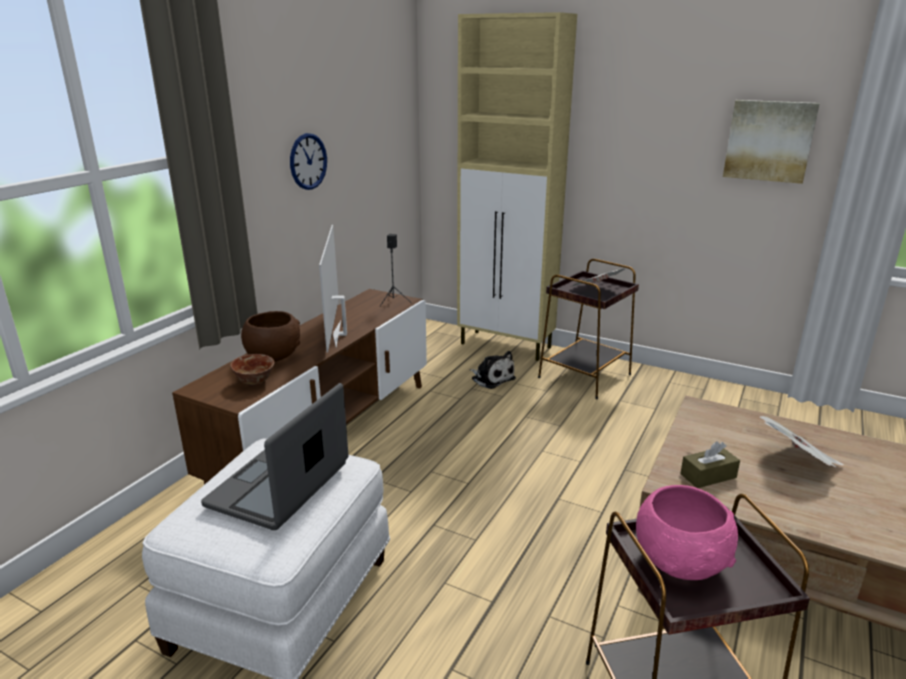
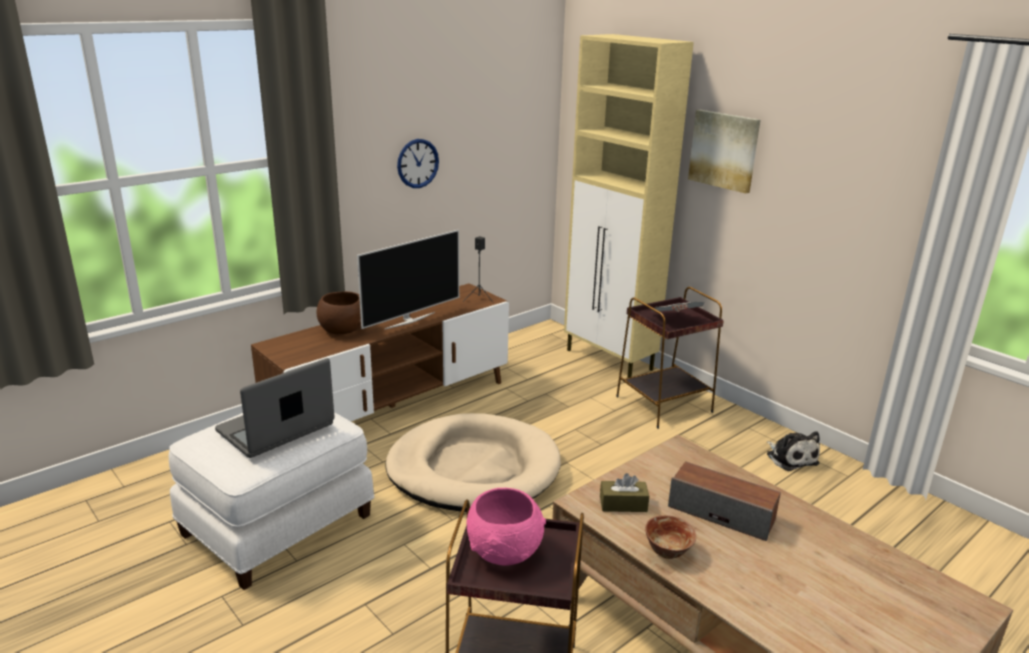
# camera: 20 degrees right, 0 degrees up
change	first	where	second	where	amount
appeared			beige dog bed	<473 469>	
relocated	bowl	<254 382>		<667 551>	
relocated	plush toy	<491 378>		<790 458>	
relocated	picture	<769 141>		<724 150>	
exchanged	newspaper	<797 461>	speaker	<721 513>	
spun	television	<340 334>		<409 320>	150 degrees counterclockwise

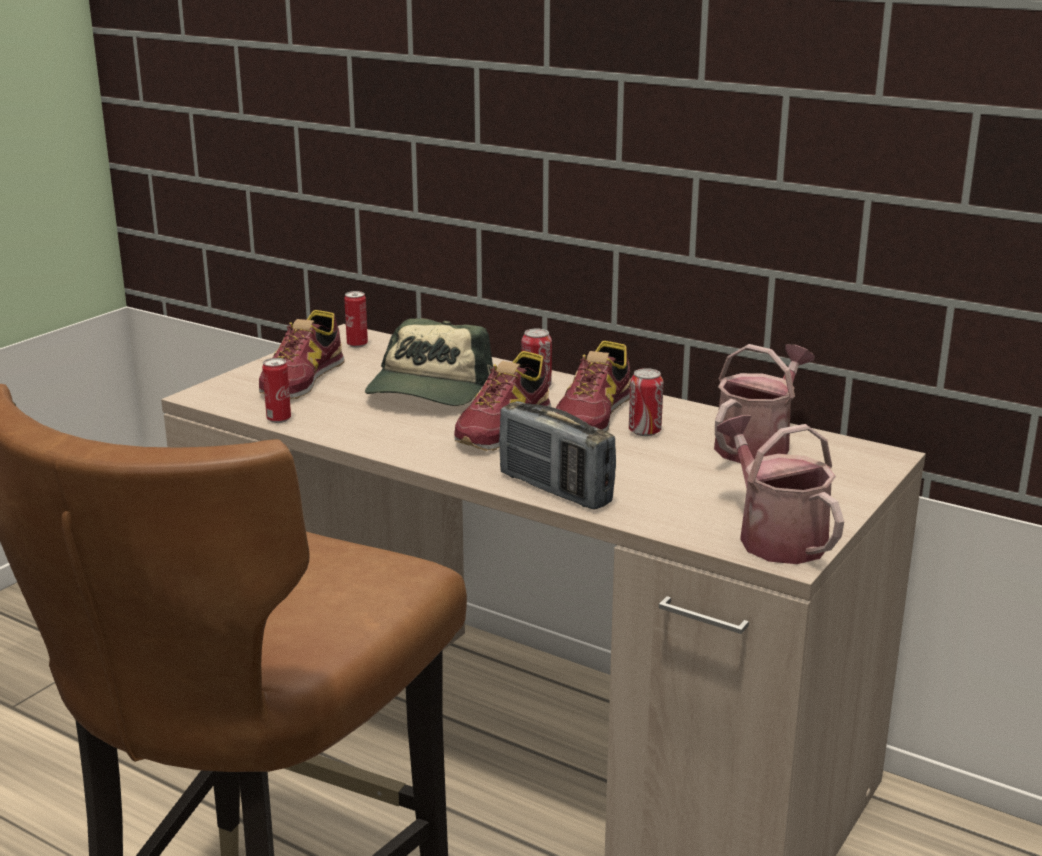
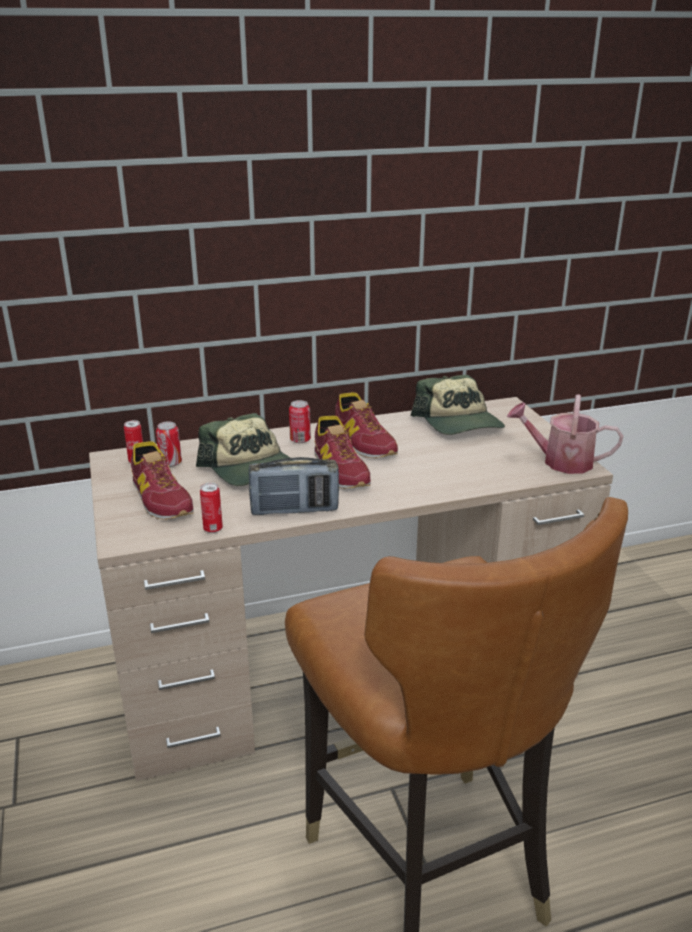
# camera: 50 degrees left, 5 degrees up
change	first	where	second	where	amount
relocated	radio	<555 489>		<294 510>	
relocated	can	<644 431>		<170 463>	
exchanged	watering can	<757 445>	cap	<459 423>	

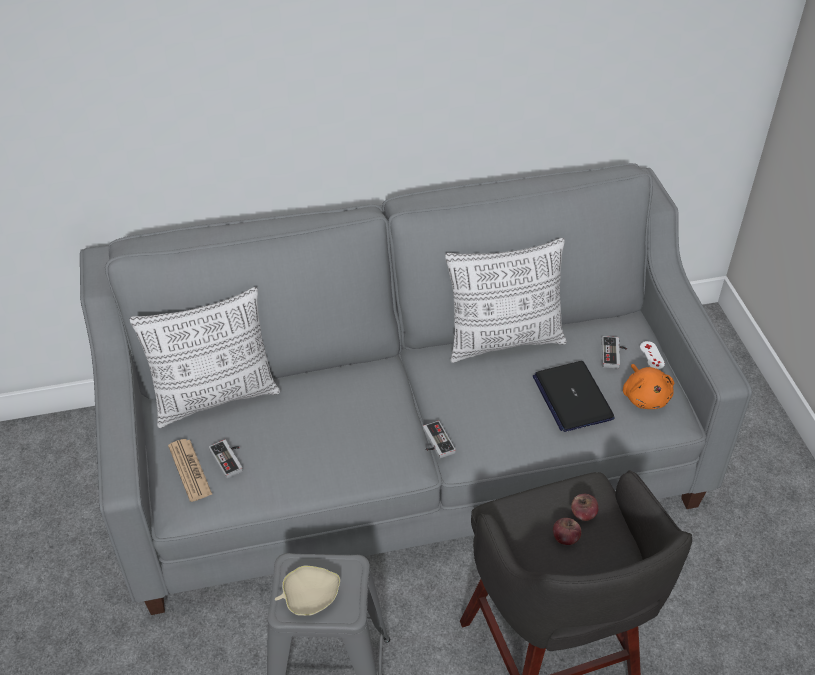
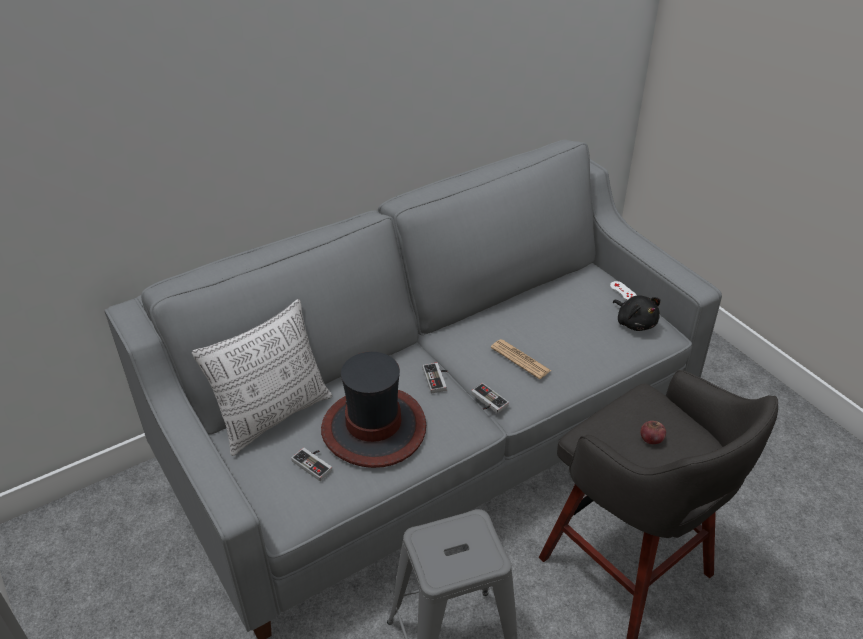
# camera: 20 degrees left, 5 degrees down
change	first	where	second	where	amount
missing	beige bowl	<309 598>			
missing	pillow	<504 341>			
missing	laptop	<572 397>			
missing	apple	<583 514>			
appeared			hat	<374 428>	
relocated	newspaper	<190 470>		<520 359>	
relocated	game controller	<614 354>		<438 379>	
colour	orange plush toy	<645 396>	black plush toy	<635 322>	

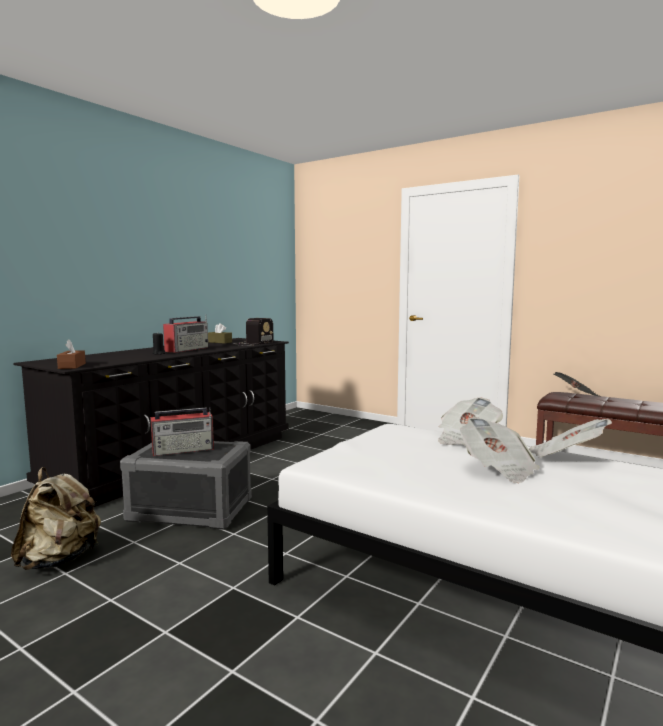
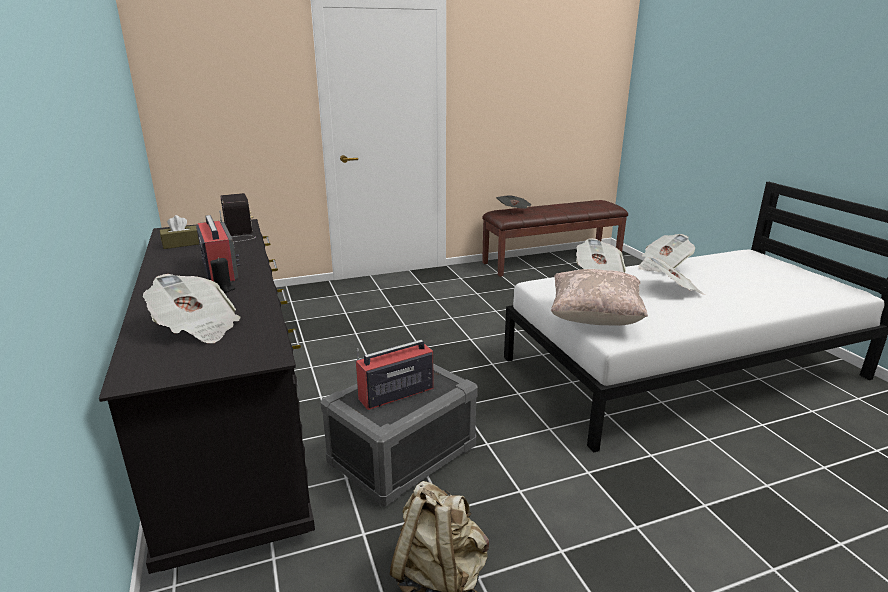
# camera: 55 degrees left, 15 degrees up
change	first	where	second	where	amount
missing	brown tissue box	<72 366>			
appeared			newspaper	<197 328>	
appeared			beige pillow	<594 319>	
spun	radio	<184 450>		<395 393>	135 degrees counterclockwise

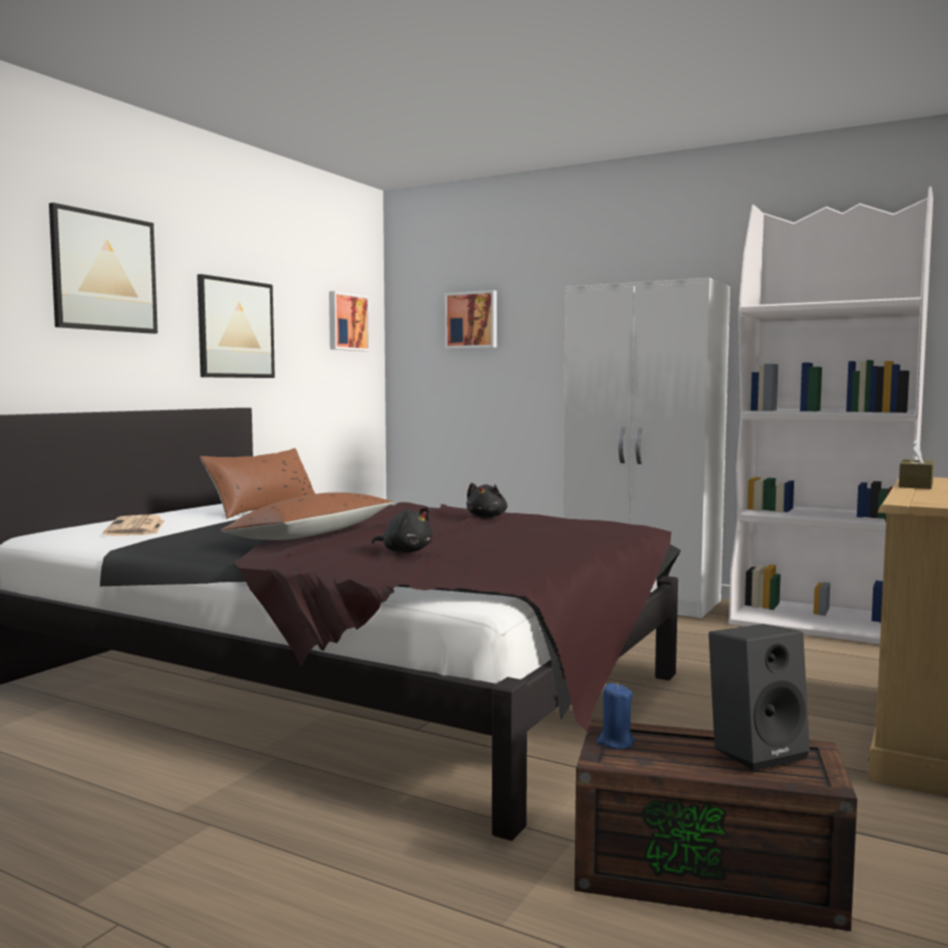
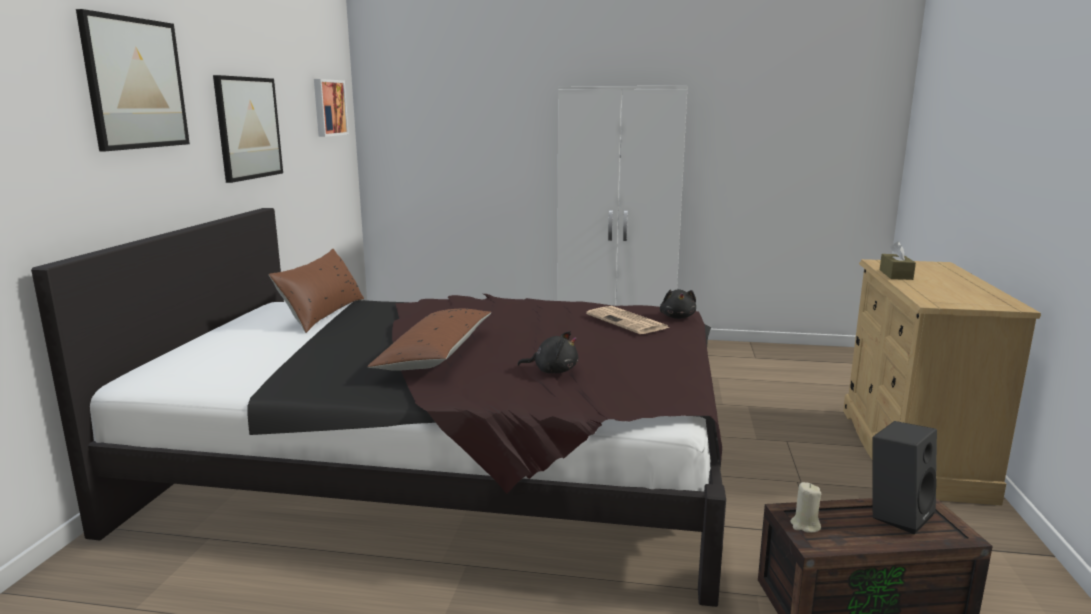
# camera: 20 degrees left, 10 degrees up
change	first	where	second	where	amount
missing	picture	<472 320>			
missing	white bookcase	<821 624>			
relocated	newspaper	<136 528>		<628 321>	
relocated	black plush toy	<487 517>		<677 317>	
colour	blue candle	<615 742>	beige candle	<805 525>	

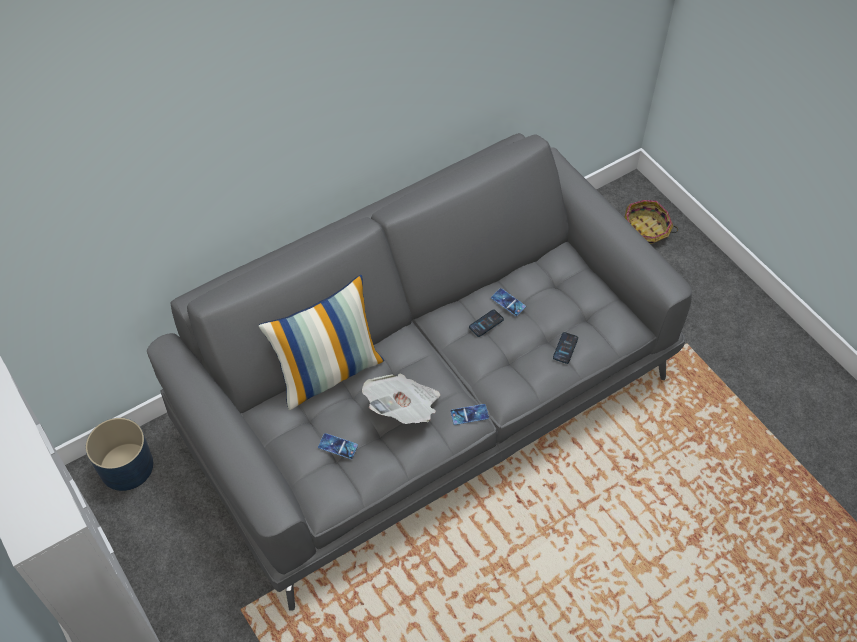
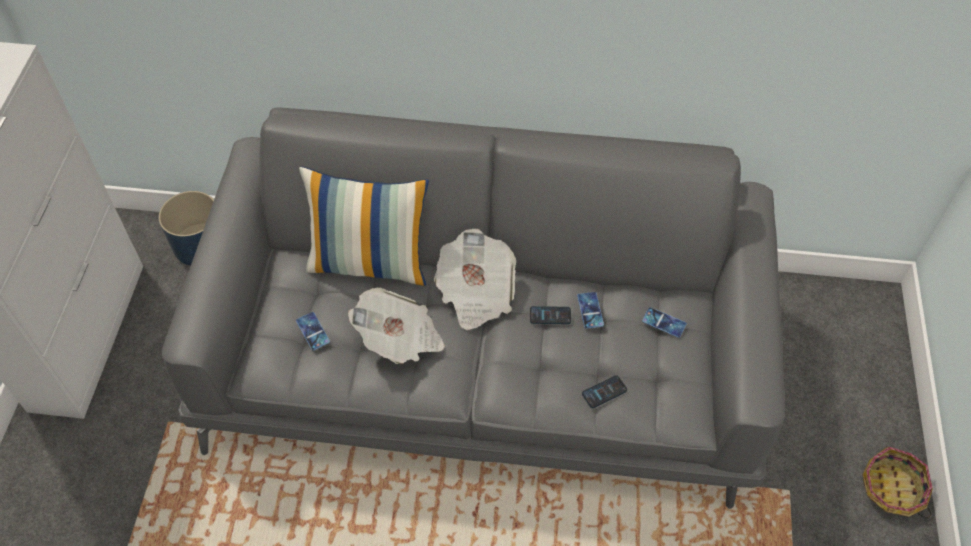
# camera: 40 degrees right, 0 degrees up
change	first	where	second	where	amount
appeared			newspaper	<475 293>	
relocated	phone	<469 414>		<664 322>	
relocated	basket	<646 229>		<892 489>	

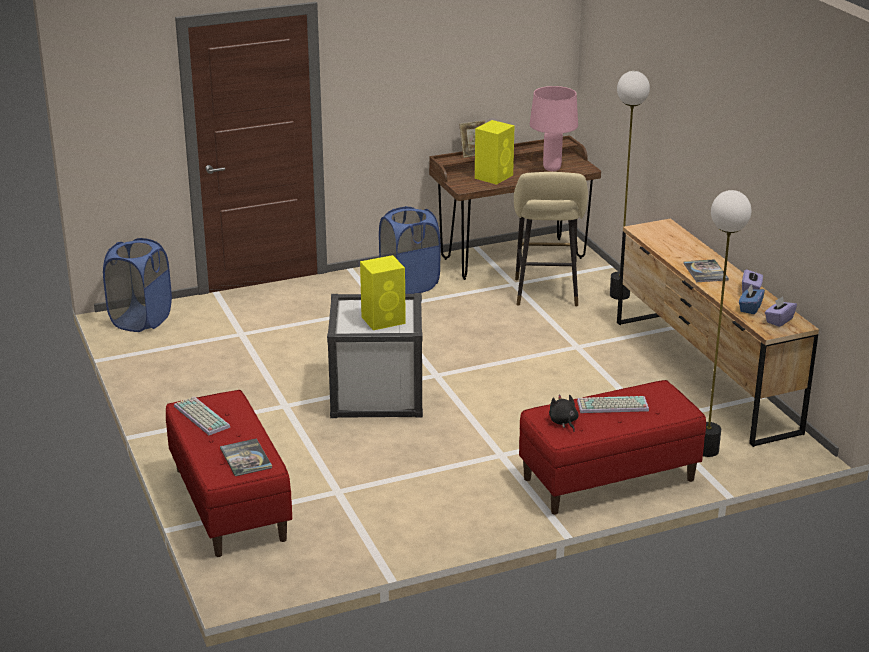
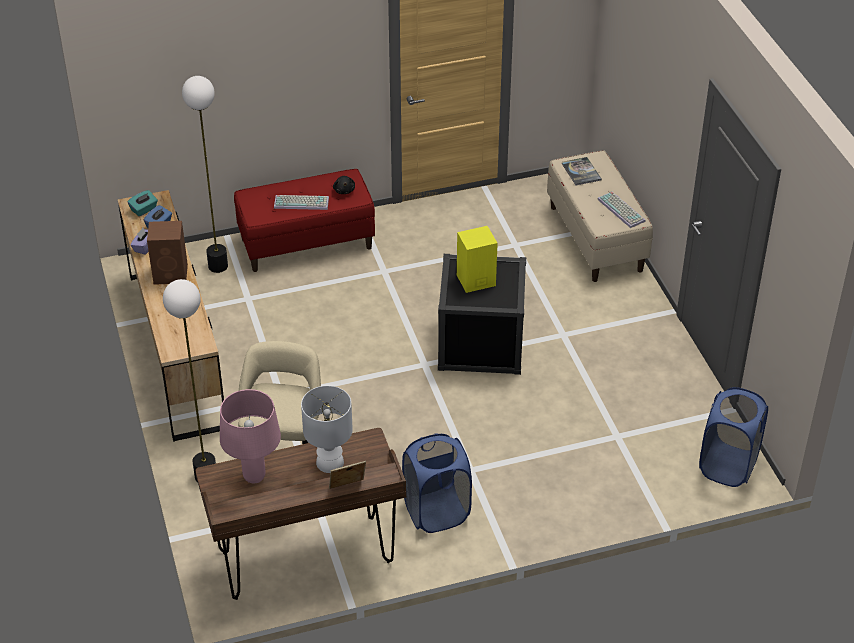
# camera: 175 degrees left, 15 degrees up
change	first	where	second	where	amount
exchanged	yellow speaker	<494 176>	white table lamp	<329 463>	
exchanged	book	<705 272>	brown speaker	<171 274>	
colour	red bench	<229 504>	beige bench	<596 239>	
colour	white storage box	<376 394>	black storage box	<481 343>	
colour	purple tissue box	<779 320>	turquoise tissue box	<144 209>	

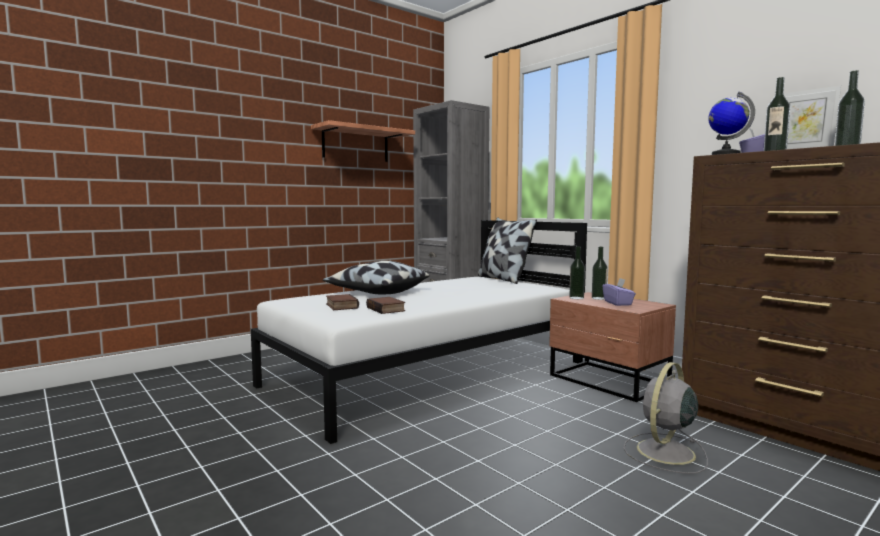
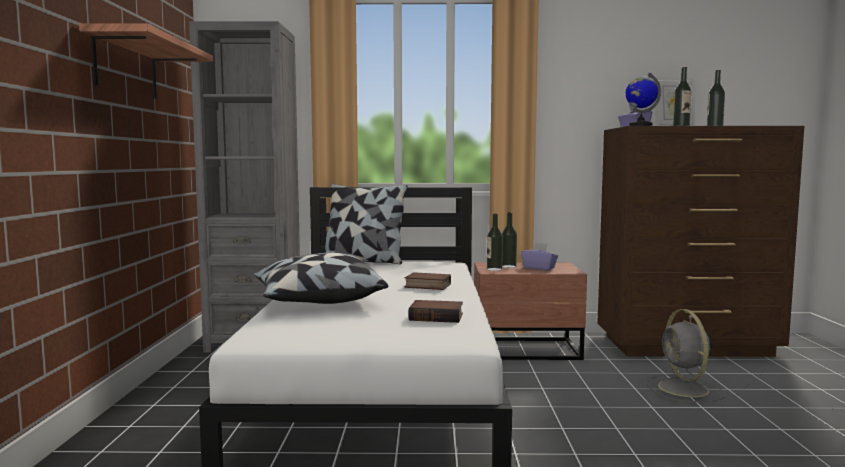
# camera: 50 degrees left, 0 degrees up
change	first	where	second	where	amount
relocated	book	<340 306>		<426 286>	

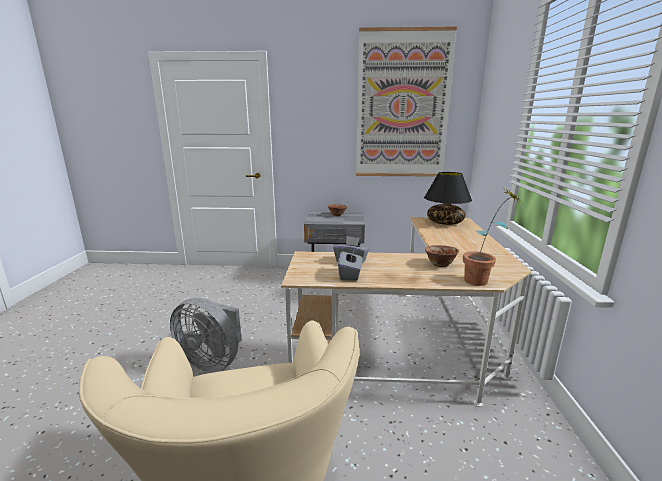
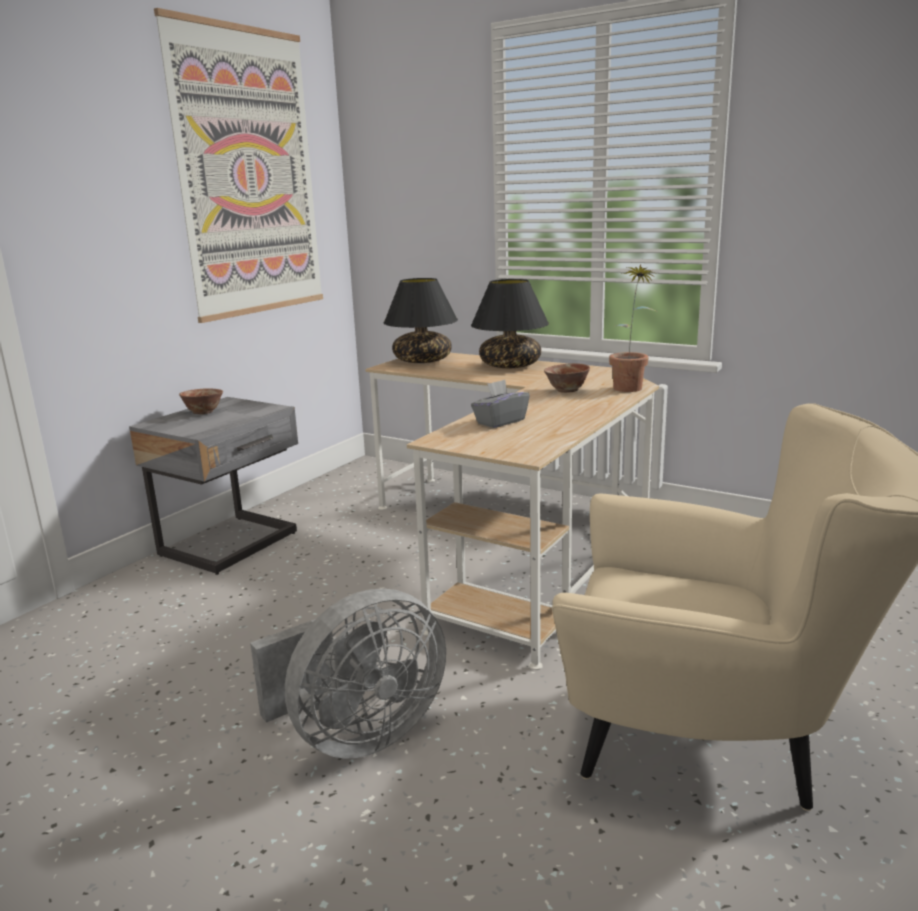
# camera: 60 degrees left, 0 degrees up
change	first	where	second	where	amount
missing	grey tissue box	<350 275>			
appeared			black table lamp	<509 366>	

